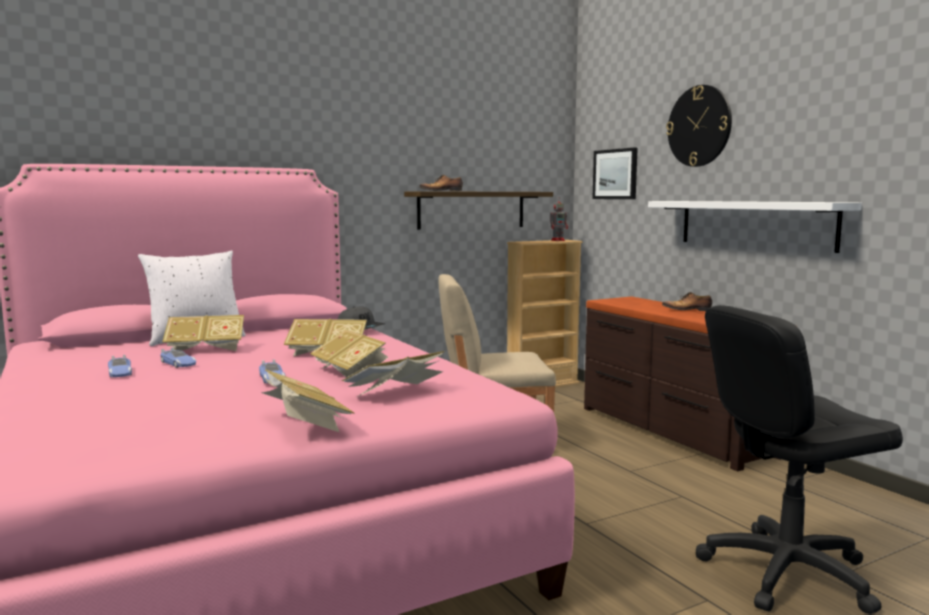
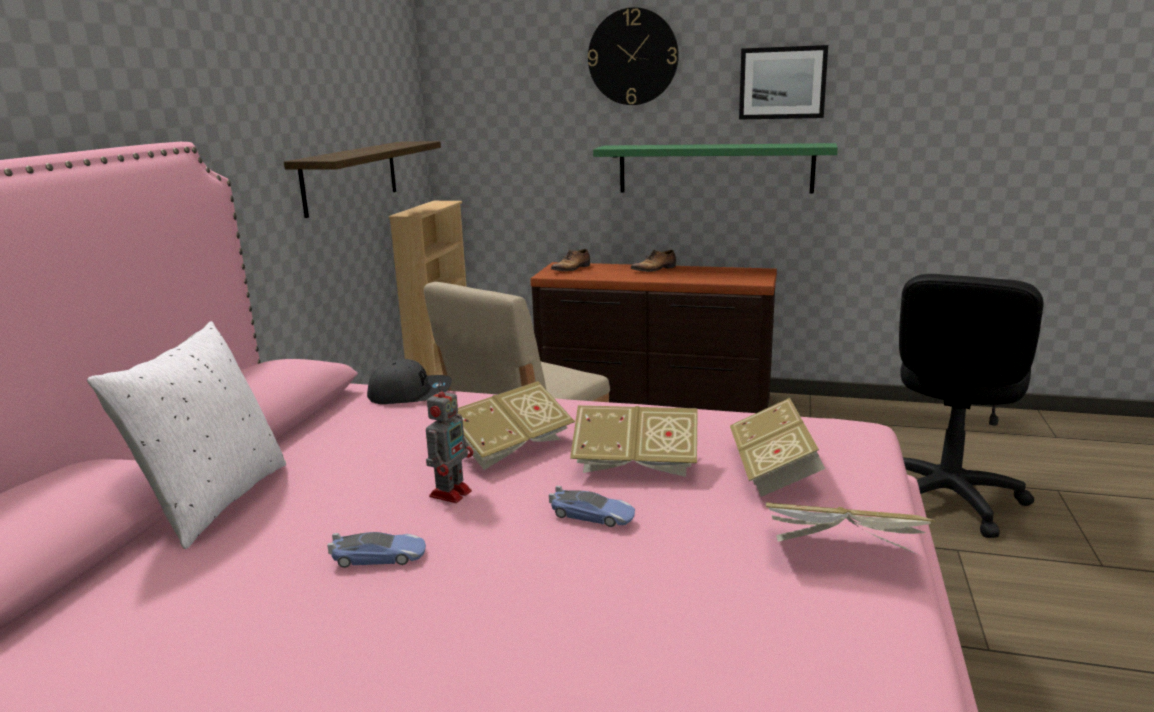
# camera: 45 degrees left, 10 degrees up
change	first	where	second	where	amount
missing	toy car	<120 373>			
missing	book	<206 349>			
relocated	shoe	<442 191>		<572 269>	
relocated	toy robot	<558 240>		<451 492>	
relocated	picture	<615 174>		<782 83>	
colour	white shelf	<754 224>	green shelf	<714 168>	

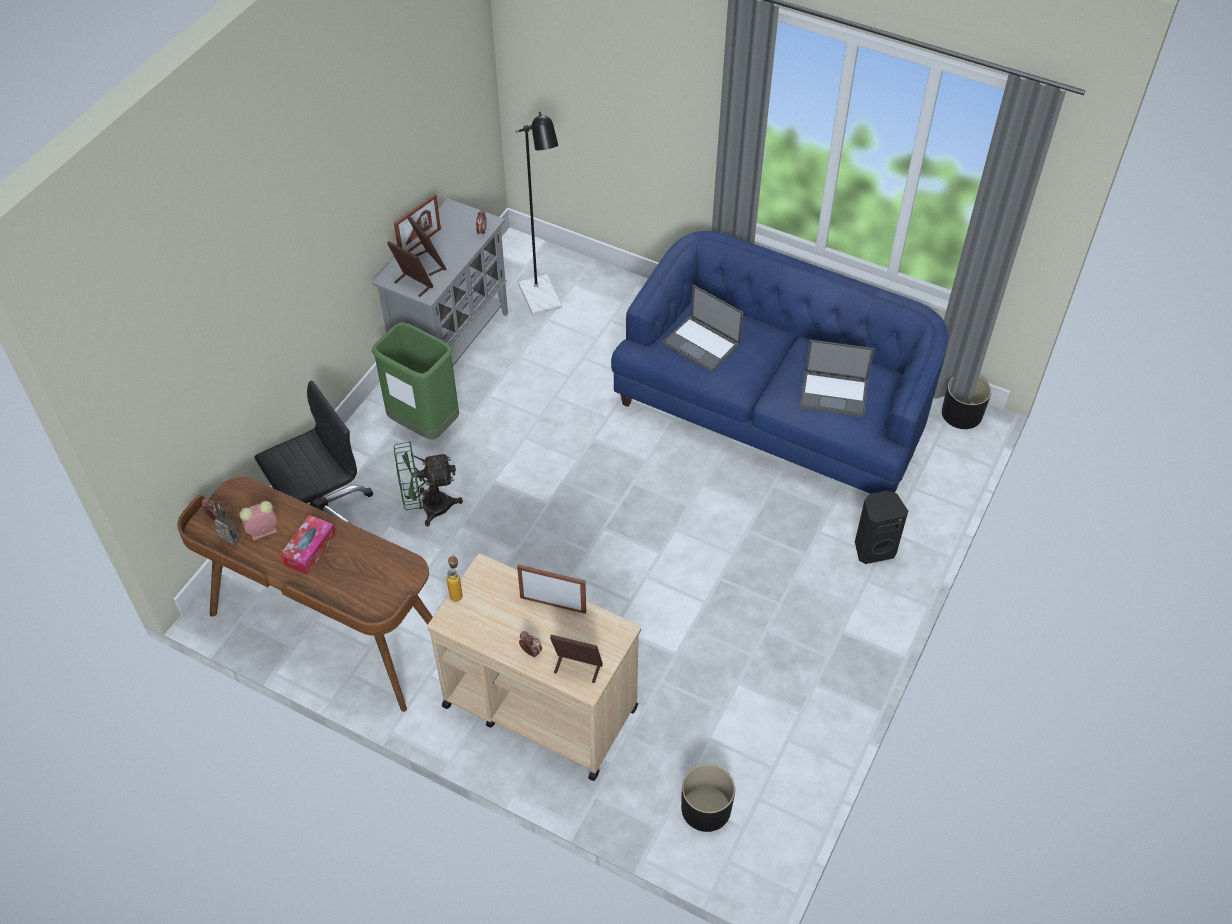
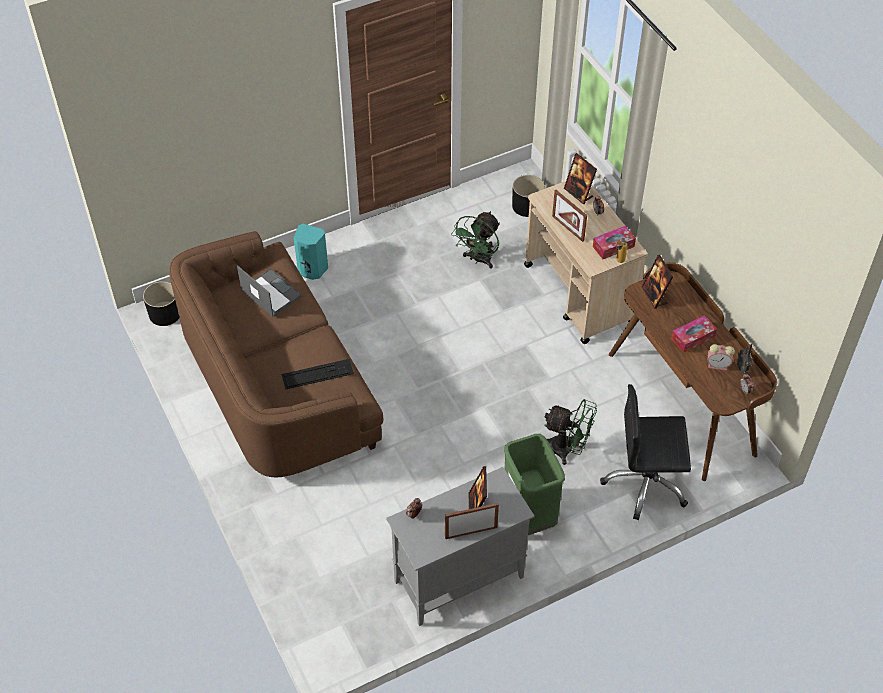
# camera: 145 degrees left, 0 degrees up
change	first	where	second	where	amount
missing	black floor lamp	<543 302>			
appeared			green fan	<478 260>	
appeared			tissue box	<613 246>	
relocated	picture frame	<413 284>		<654 296>	
exchanged	laptop	<702 344>	keyboard	<317 374>	
colour	blue sofa	<775 410>	brown sofa	<277 384>	
colour	black speaker	<873 548>	turquoise speaker	<312 270>	

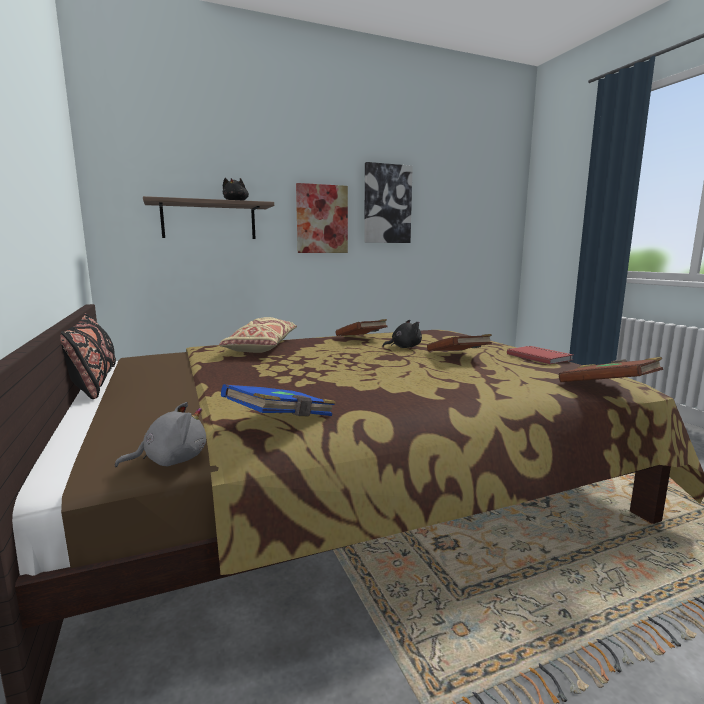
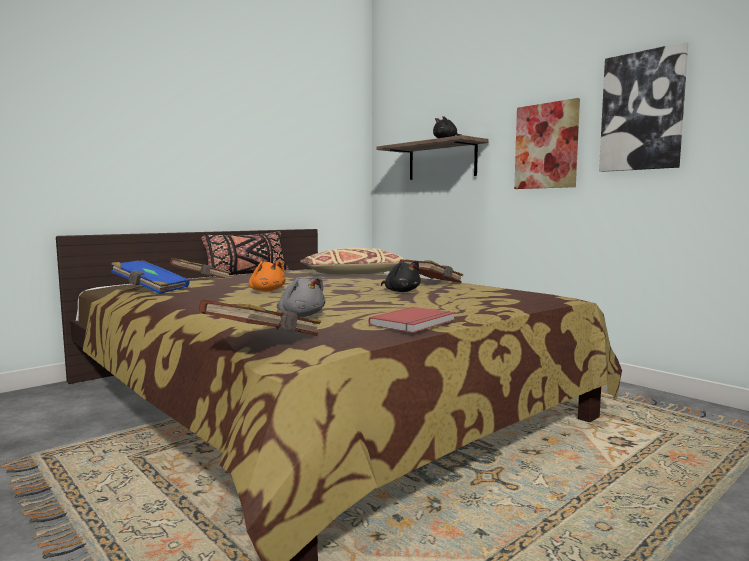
# camera: 70 degrees right, 5 degrees down
change	first	where	second	where	amount
appeared			orange plush toy	<266 291>	
relocated	grey plush toy	<171 461>		<300 316>	
relocated	brown book	<458 356>		<200 280>	

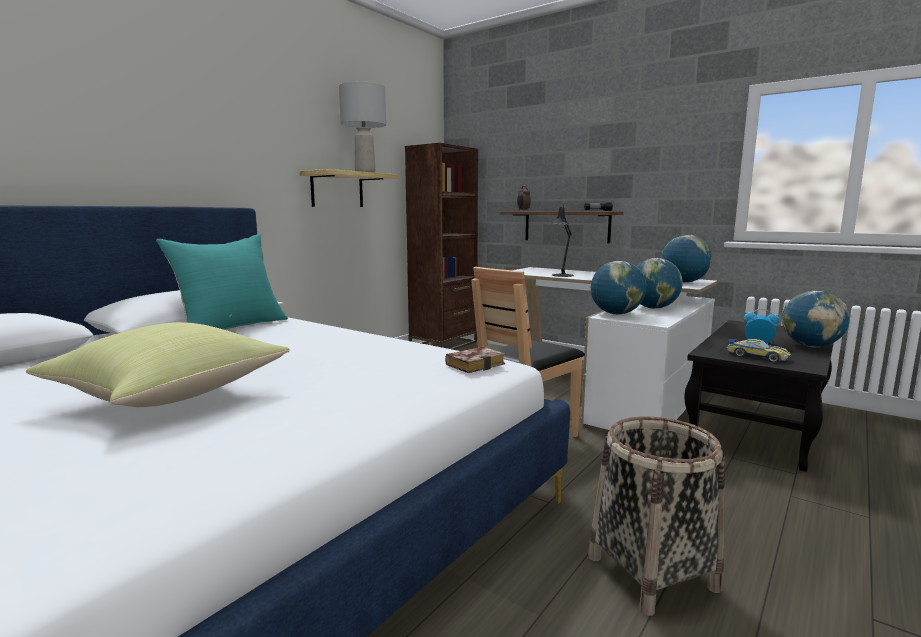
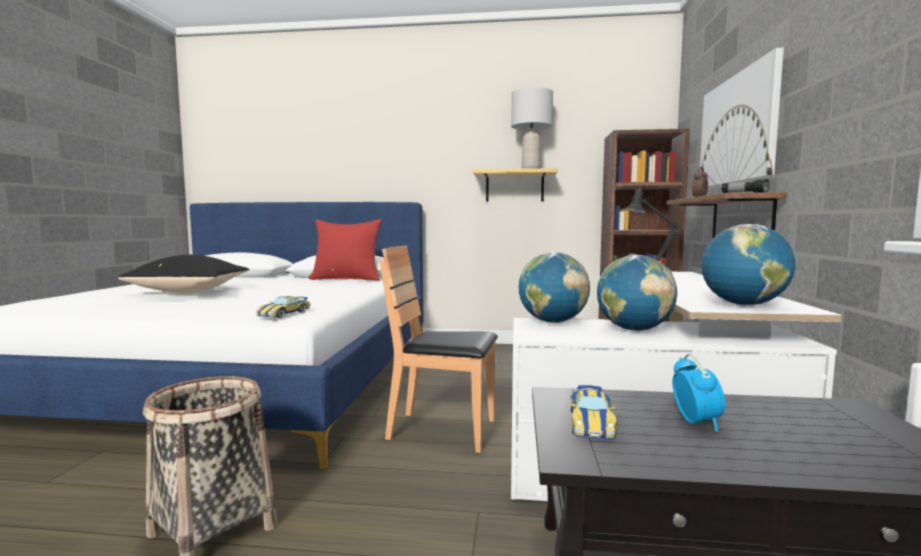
# camera: 60 degrees right, 5 degrees down
change	first	where	second	where	amount
missing	globe	<810 346>			
appeared			picture	<737 129>	
exchanged	book	<476 364>	toy car	<284 314>	
colour	yellow pillow	<171 395>	black pillow	<191 291>	
colour	turquoise pillow	<231 326>	red pillow	<347 279>	

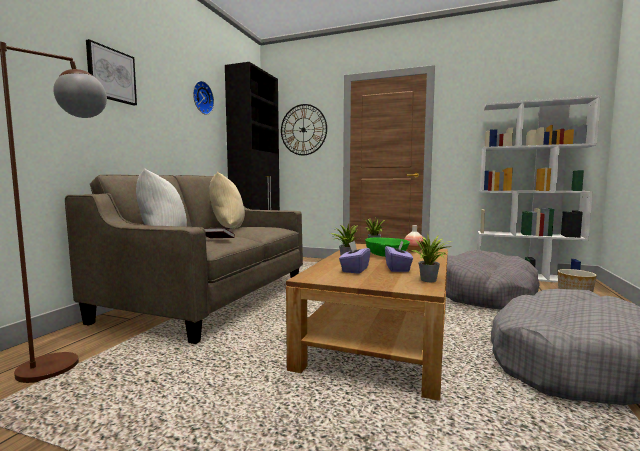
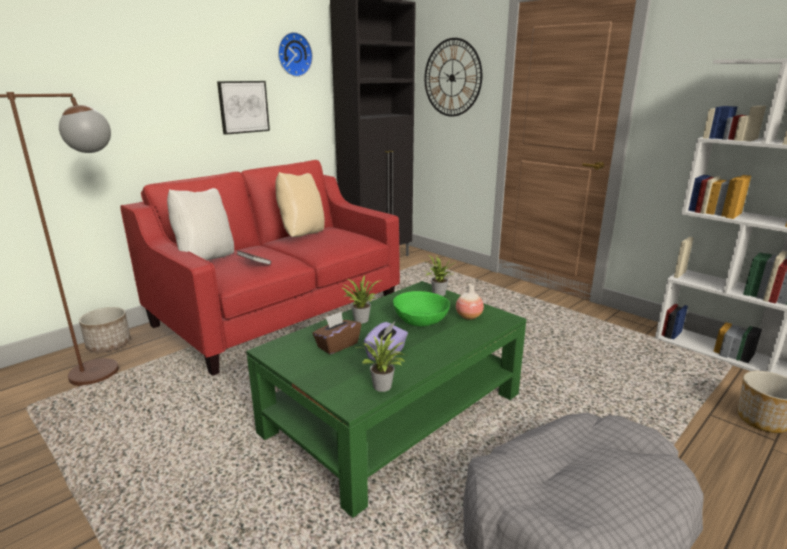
# camera: 25 degrees right, 15 degrees up
change	first	where	second	where	amount
missing	grey dog bed	<485 294>			
appeared			planter	<109 345>	
relocated	picture	<111 75>		<243 107>	
colour	beige sofa	<211 298>	red sofa	<278 313>	
colour	brown coffee table	<381 335>	green coffee table	<395 413>	
colour	purple tissue box	<354 270>	brown tissue box	<337 345>	

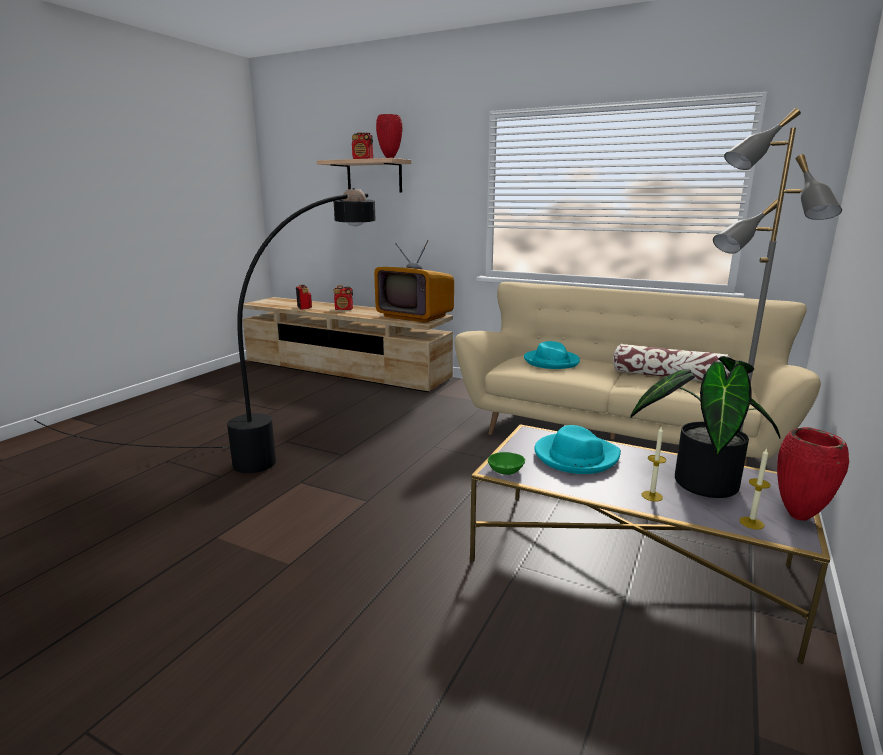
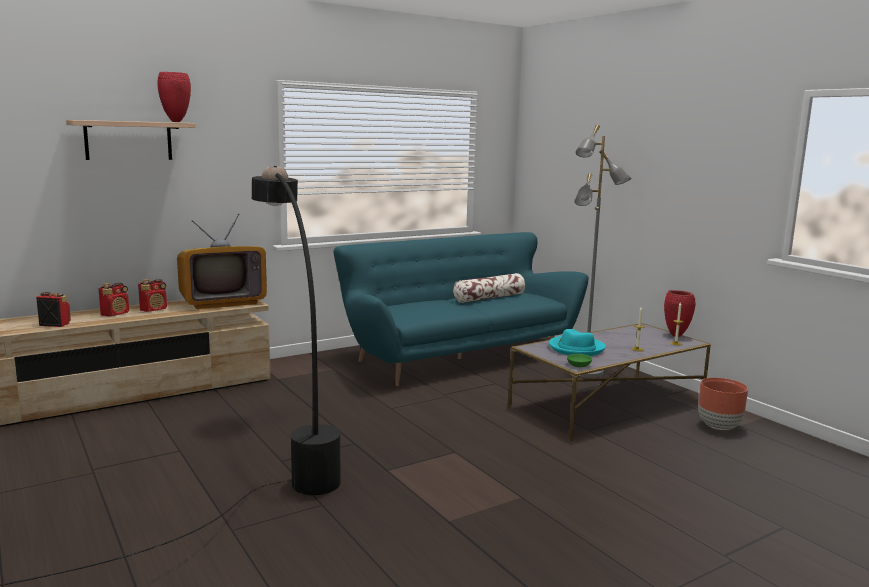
# camera: 60 degrees left, 5 degrees down
change	first	where	second	where	amount
missing	turquoise hat	<551 361>			
missing	potted plant	<699 481>			
appeared			brown planter	<719 427>	
relocated	radio	<363 159>		<154 309>	
colour	beige sofa	<615 435>	turquoise sofa	<456 356>	

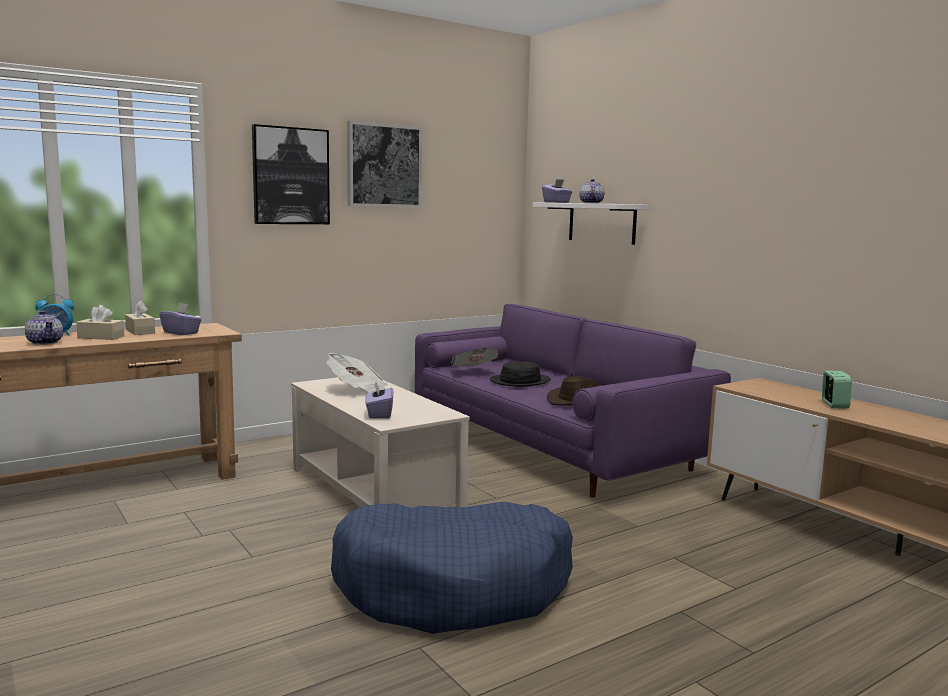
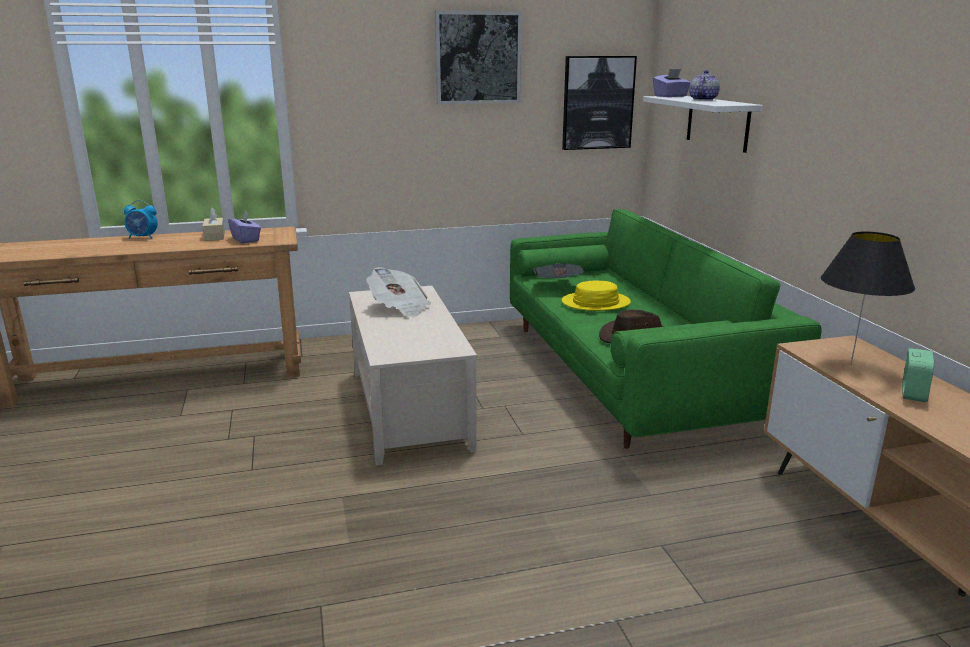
# camera: 20 degrees right, 10 degrees up
change	first	where	second	where	amount
missing	teapot	<45 342>			
missing	beige tissue box	<101 337>			
missing	blue dog bed	<454 587>			
missing	purple tissue box	<379 414>			
appeared			black table lamp	<850 363>	
relocated	picture	<290 176>		<597 103>	
colour	purple sofa	<551 445>	green sofa	<630 372>	
colour	black hat	<520 381>	yellow hat	<596 303>	

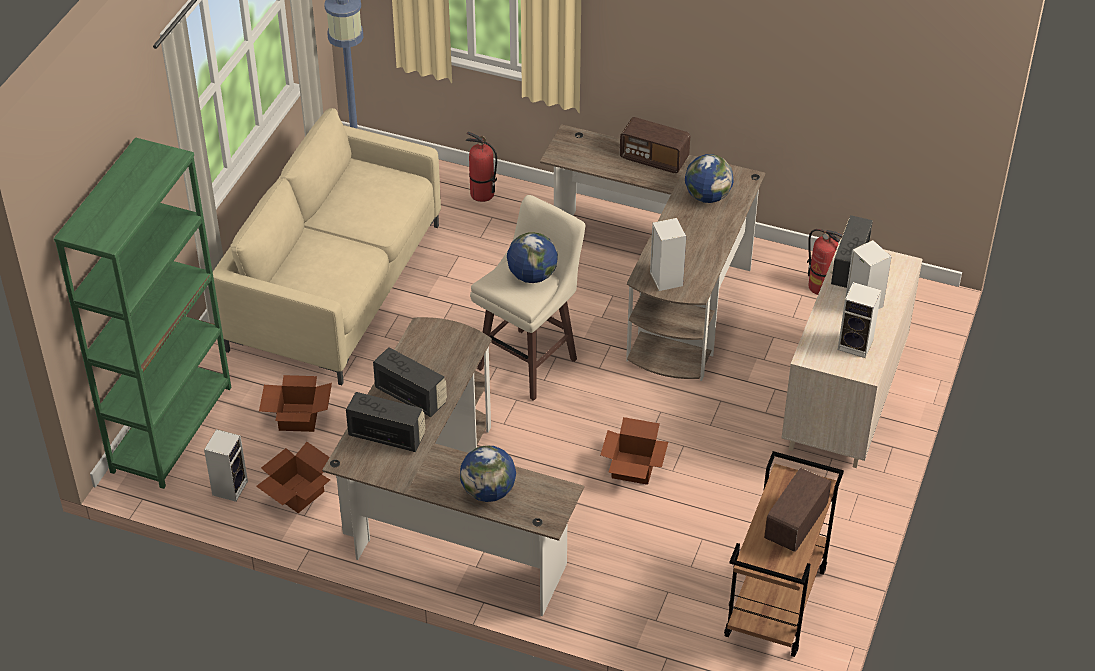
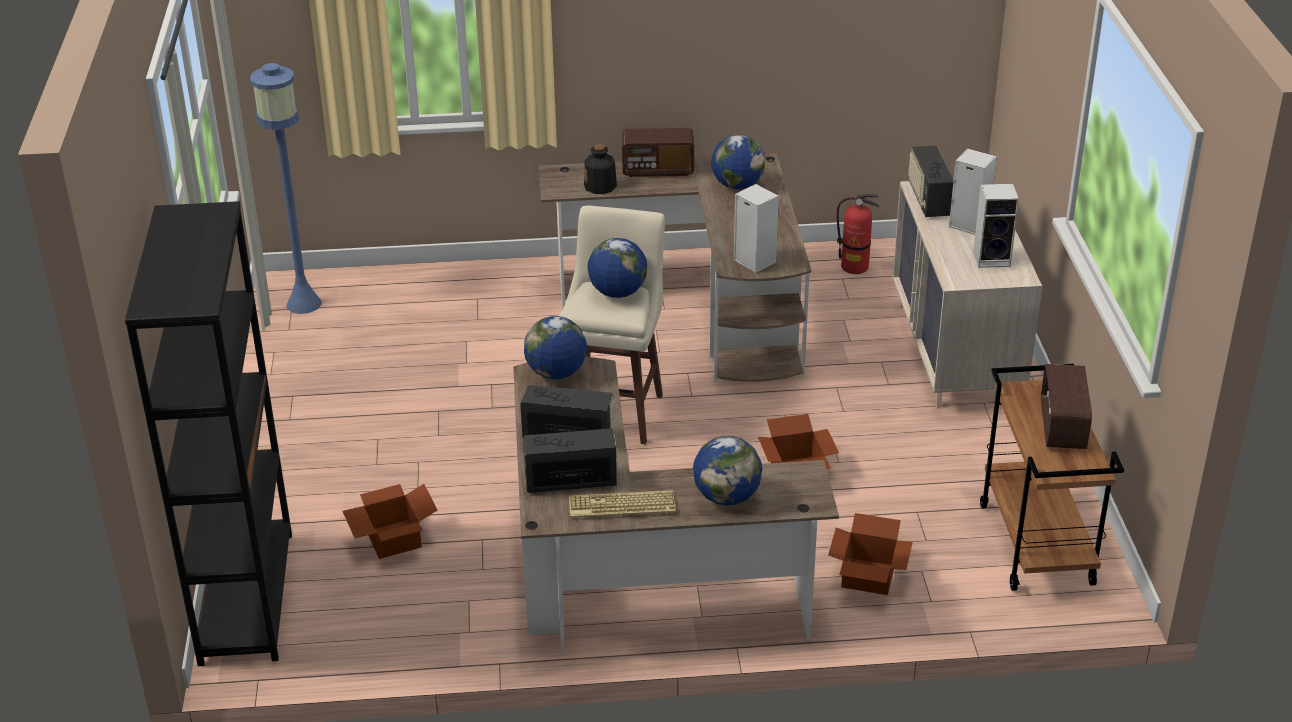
# camera: 25 degrees left, 10 degrees down
change	first	where	second	where	amount
missing	speaker	<230 487>			
missing	beige sofa	<335 289>			
missing	fire extinguisher	<482 194>			
appeared			globe	<556 373>	
appeared			keyboard	<621 507>	
appeared			bottle	<600 186>	
relocated	cardboard box	<296 493>		<866 577>	
colour	green bookcase	<172 428>	black bookcase	<246 597>	

